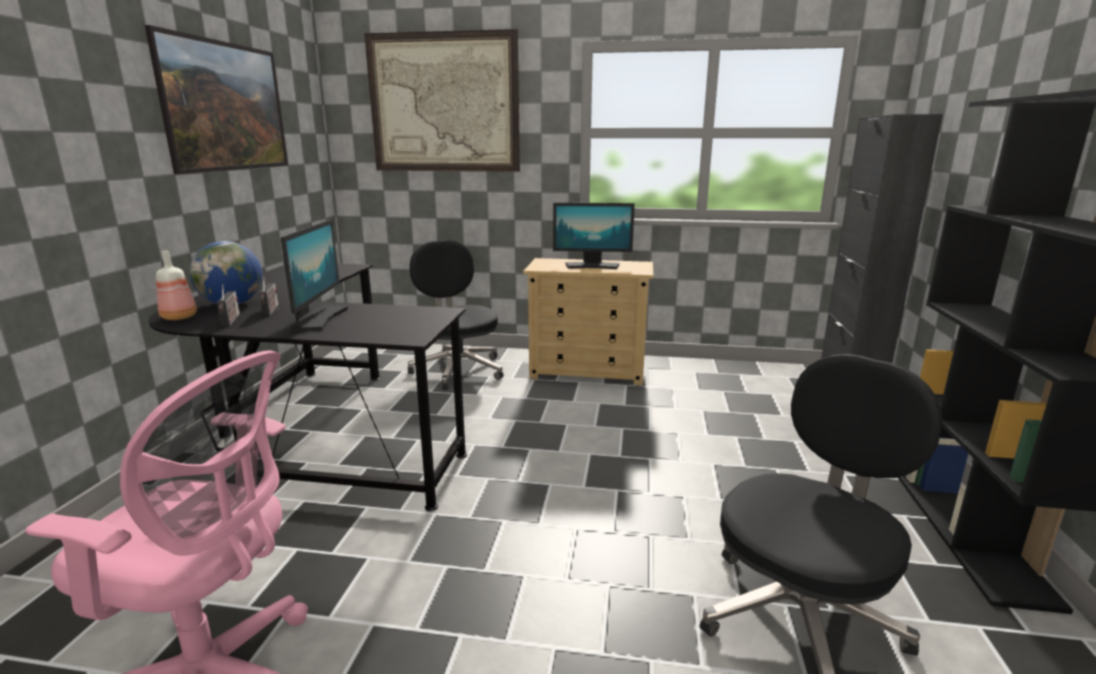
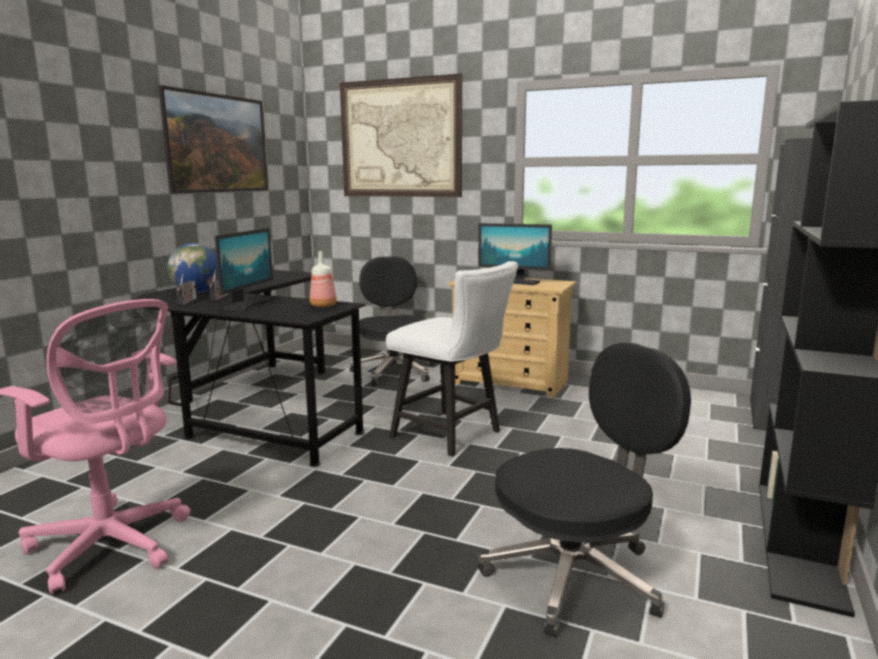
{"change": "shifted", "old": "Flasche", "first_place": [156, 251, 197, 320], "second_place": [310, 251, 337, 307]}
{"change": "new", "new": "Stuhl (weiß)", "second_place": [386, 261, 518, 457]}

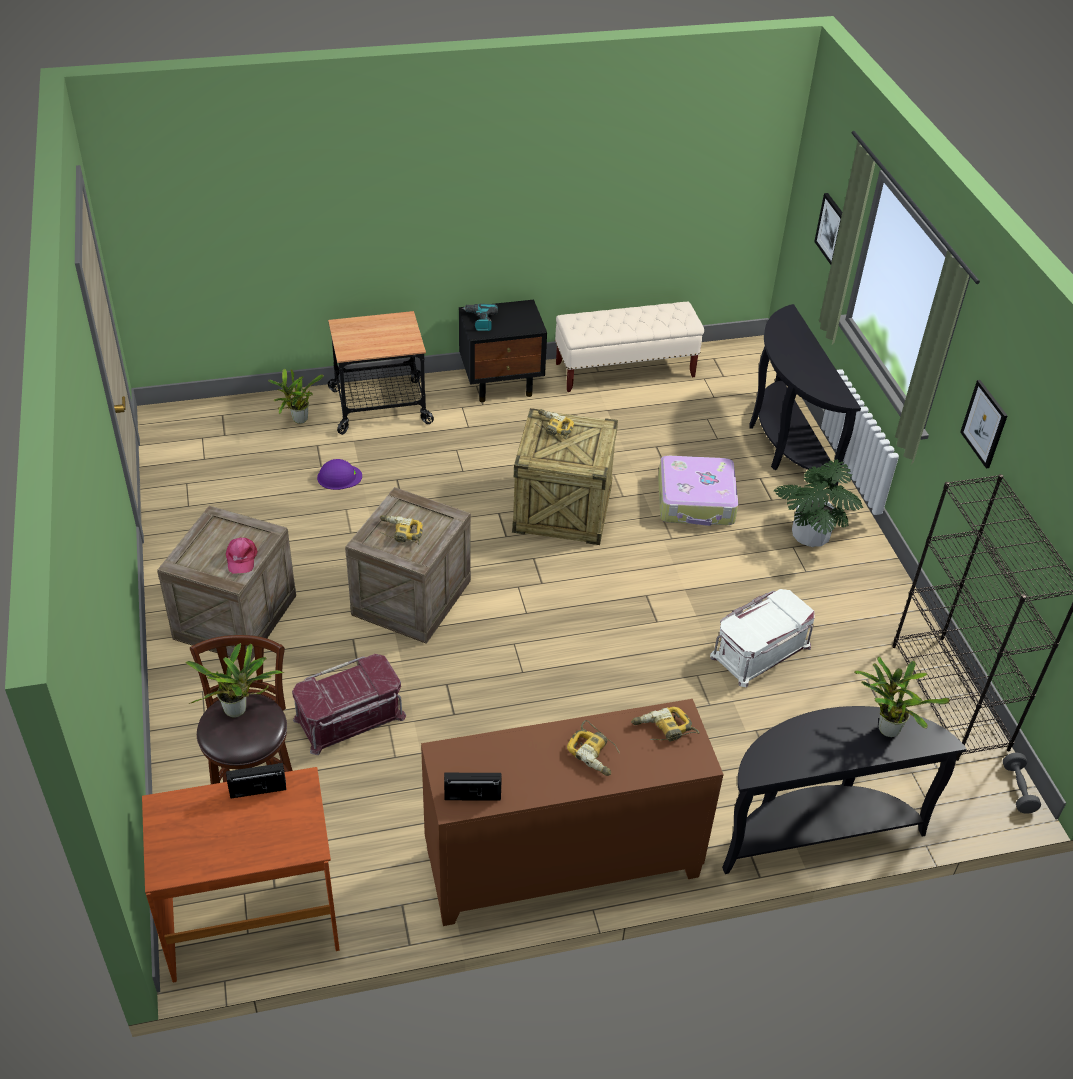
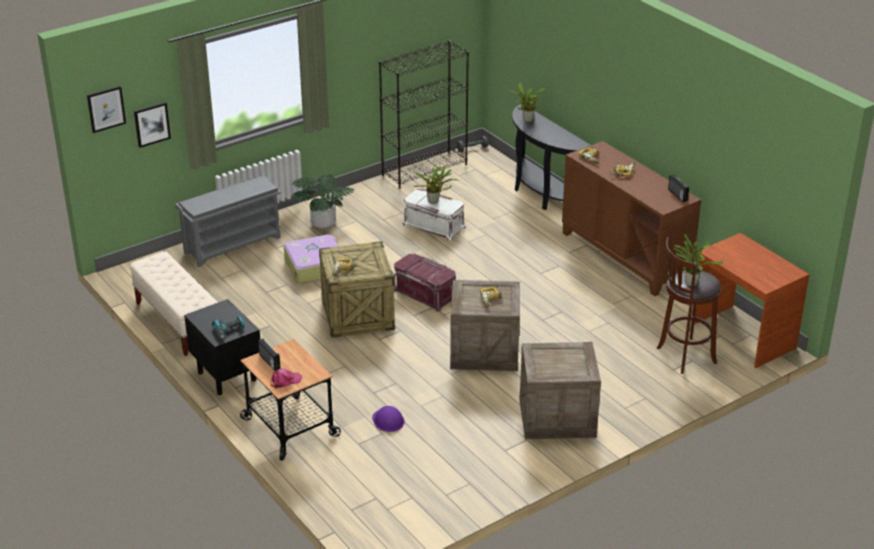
{"change": "shifted", "old": "Bild", "first_place": [960, 380, 1008, 468], "second_place": [87, 86, 126, 133]}
{"change": "swapped", "old": "Konsolentisch (schwarz)", "new": "Schuhregal (grau)", "first_place": [749, 304, 861, 486], "second_place": [175, 175, 281, 267]}
{"change": "shifted", "old": "Radio", "first_place": [226, 763, 286, 798], "second_place": [258, 338, 280, 371]}
{"change": "shifted", "old": "Kappe (rosa)", "first_place": [226, 538, 258, 574], "second_place": [271, 368, 302, 389]}
{"change": "shifted", "old": "Aufbewahrungsbox (rot)", "first_place": [292, 654, 406, 755], "second_place": [394, 254, 456, 312]}
{"change": "shifted", "old": "Topfpflanze", "first_place": [268, 369, 324, 424], "second_place": [414, 166, 457, 204]}

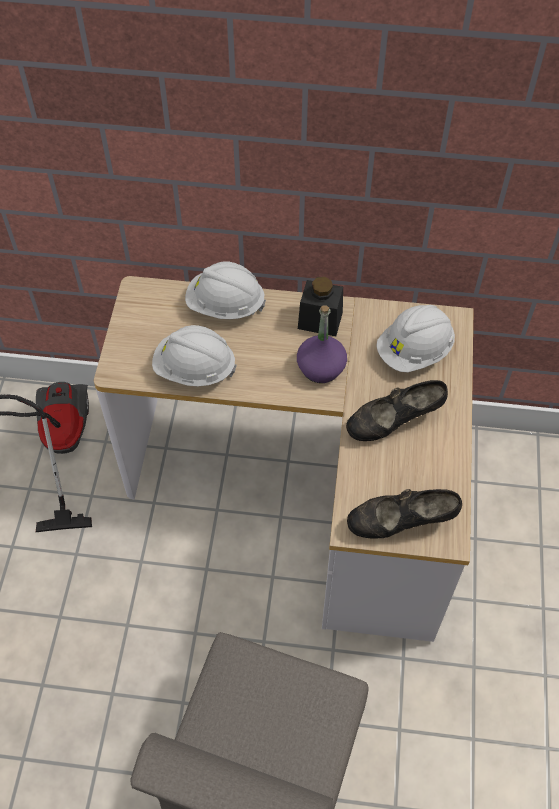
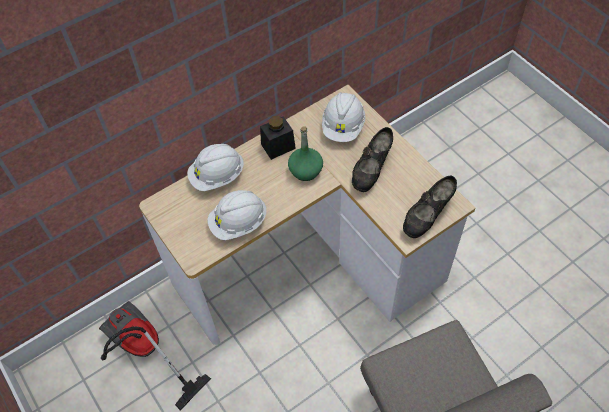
{"change": "repainted", "old": "Flasche (lila)", "new": "Flasche (grün)", "first_place": [297, 306, 347, 383], "second_place": [288, 126, 323, 181]}

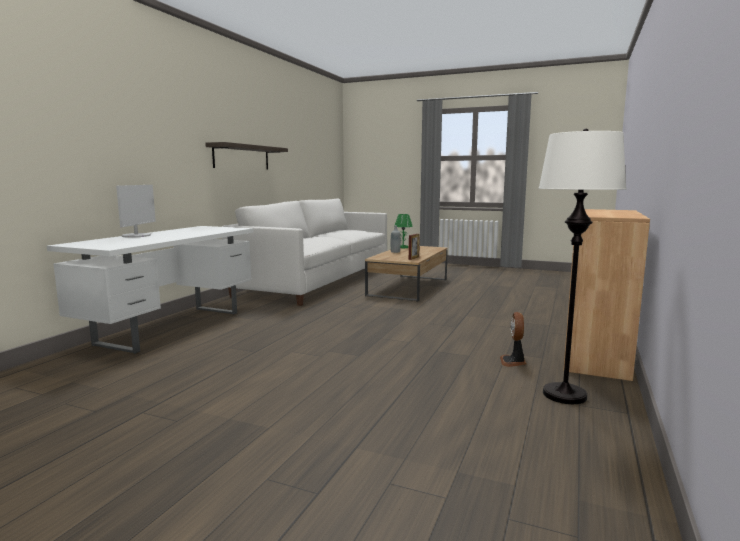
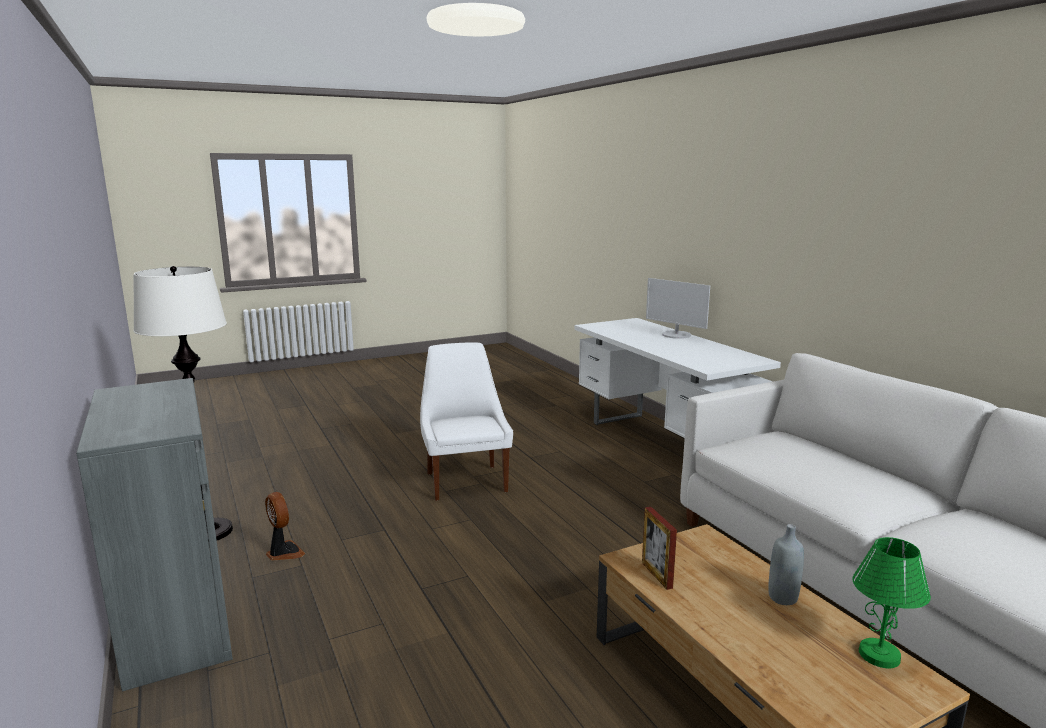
{"change": "repainted", "old": "Schrank (braun)", "new": "Schrank (grau)", "first_place": [563, 209, 650, 381], "second_place": [76, 378, 233, 692]}
{"change": "new", "new": "Stuhl (weiß)", "second_place": [420, 343, 513, 501]}
{"change": "gone", "old": "Wandregal", "first_place": [205, 142, 288, 169]}

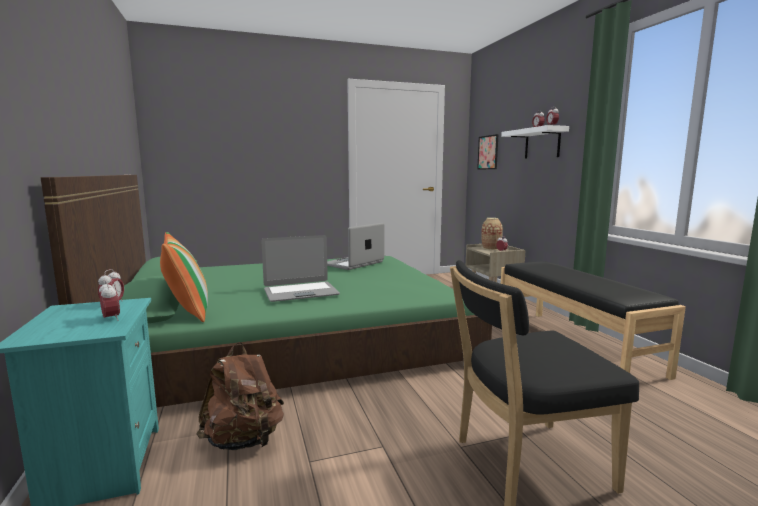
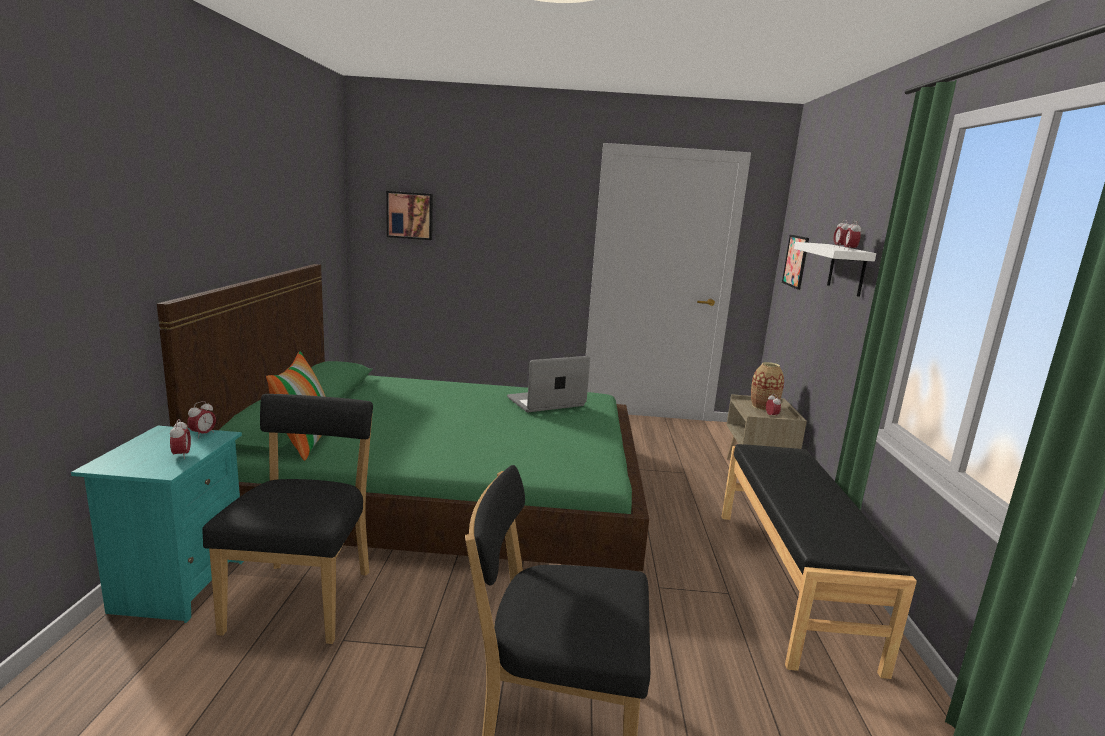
{"change": "swapped", "old": "Rucksack (braun)", "new": "Stuhl (schwarz)", "first_place": [196, 342, 284, 450], "second_place": [203, 394, 373, 644]}
{"change": "new", "new": "Bild", "second_place": [386, 191, 433, 240]}
{"change": "gone", "old": "Laptop", "first_place": [261, 235, 340, 302]}

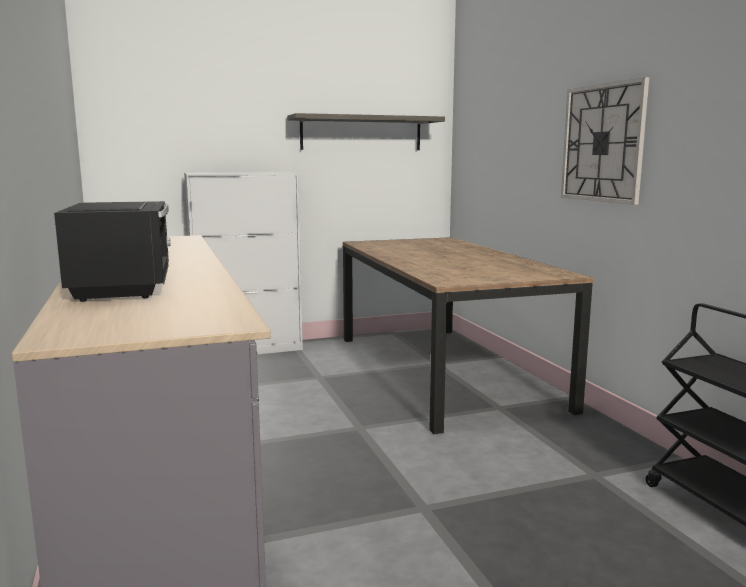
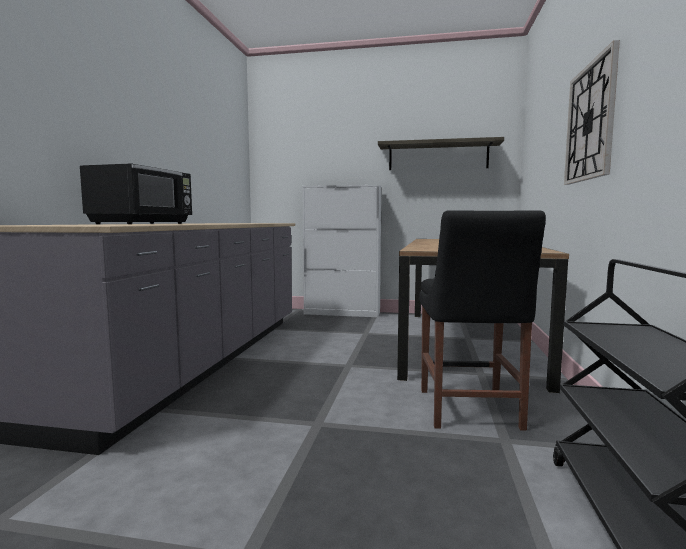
{"change": "new", "new": "Stuhl (schwarz)", "second_place": [419, 210, 546, 431]}

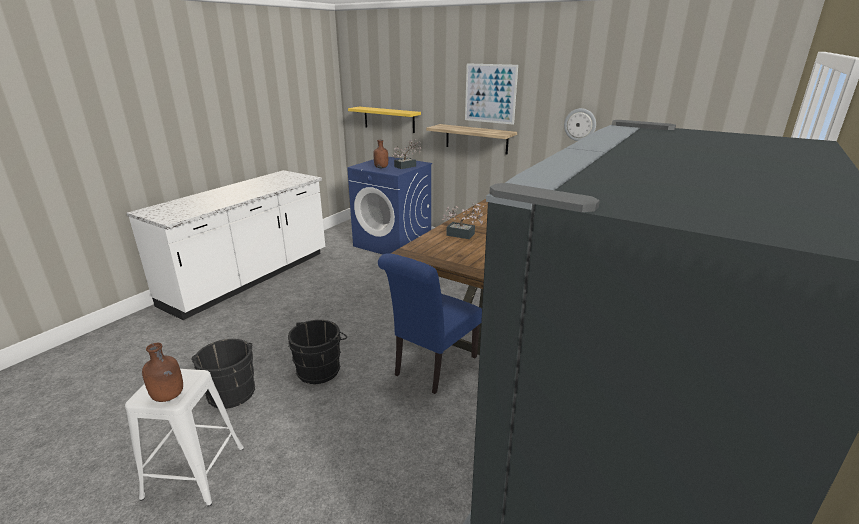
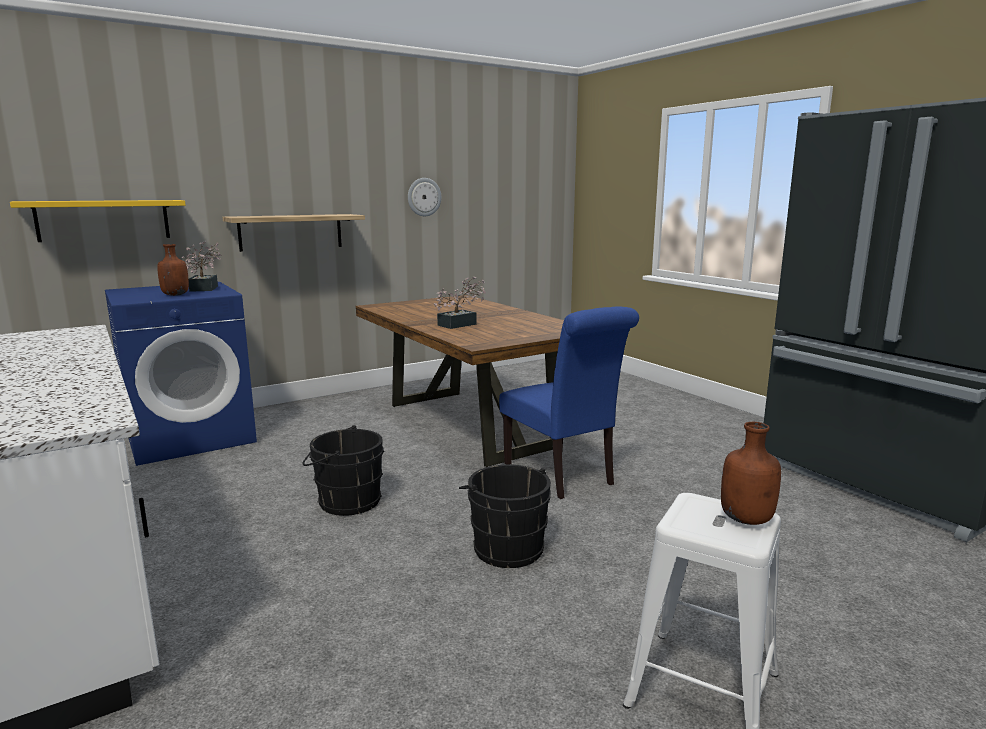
{"change": "shifted", "old": "Eimer (schwarz)", "first_place": [191, 339, 255, 409], "second_place": [303, 425, 384, 516]}
{"change": "gone", "old": "Bild", "first_place": [465, 63, 518, 125]}

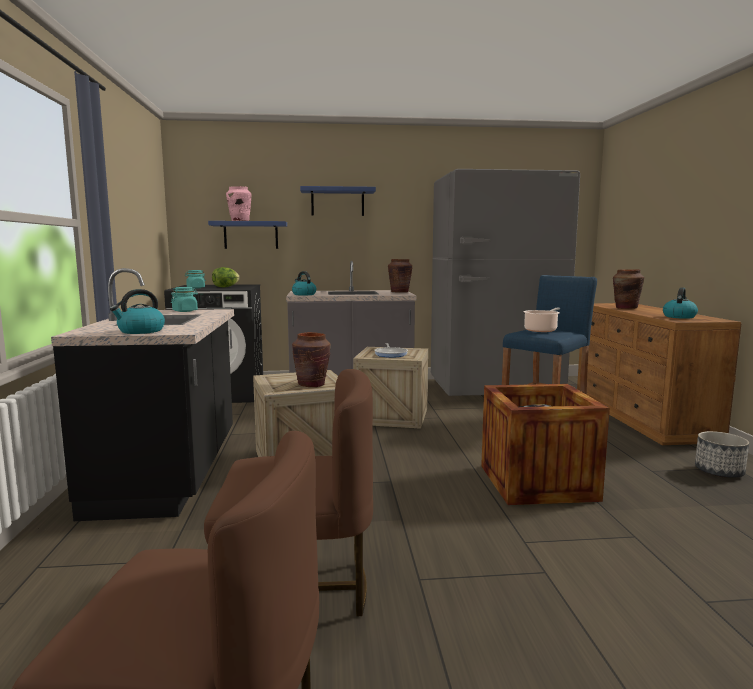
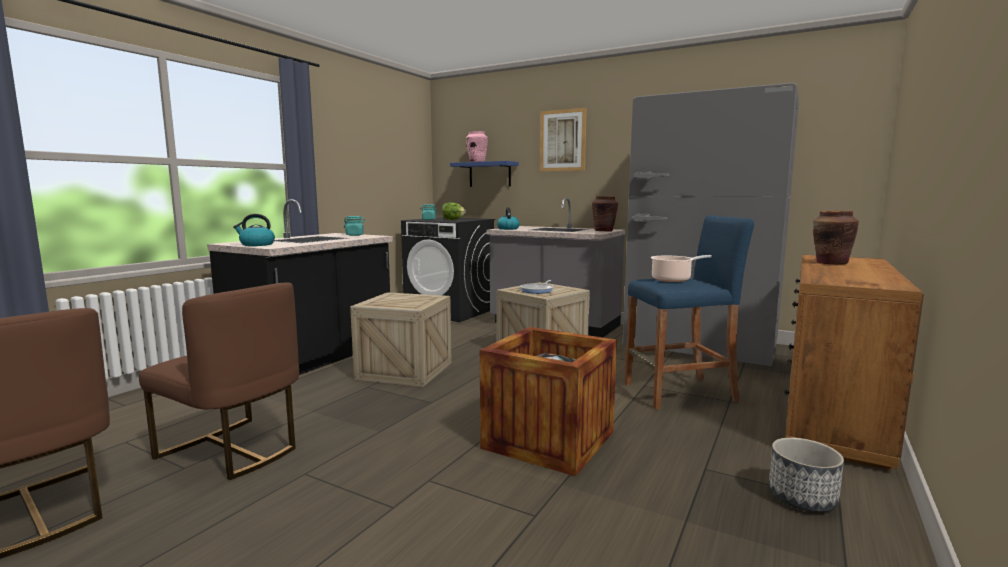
{"change": "swapped", "old": "Wandregal (blau)", "new": "Bild", "first_place": [300, 186, 376, 216], "second_place": [540, 108, 587, 171]}
{"change": "gone", "old": "Vase (braun)", "first_place": [292, 332, 331, 387]}
{"change": "gone", "old": "Wasserkessel", "first_place": [663, 288, 698, 319]}

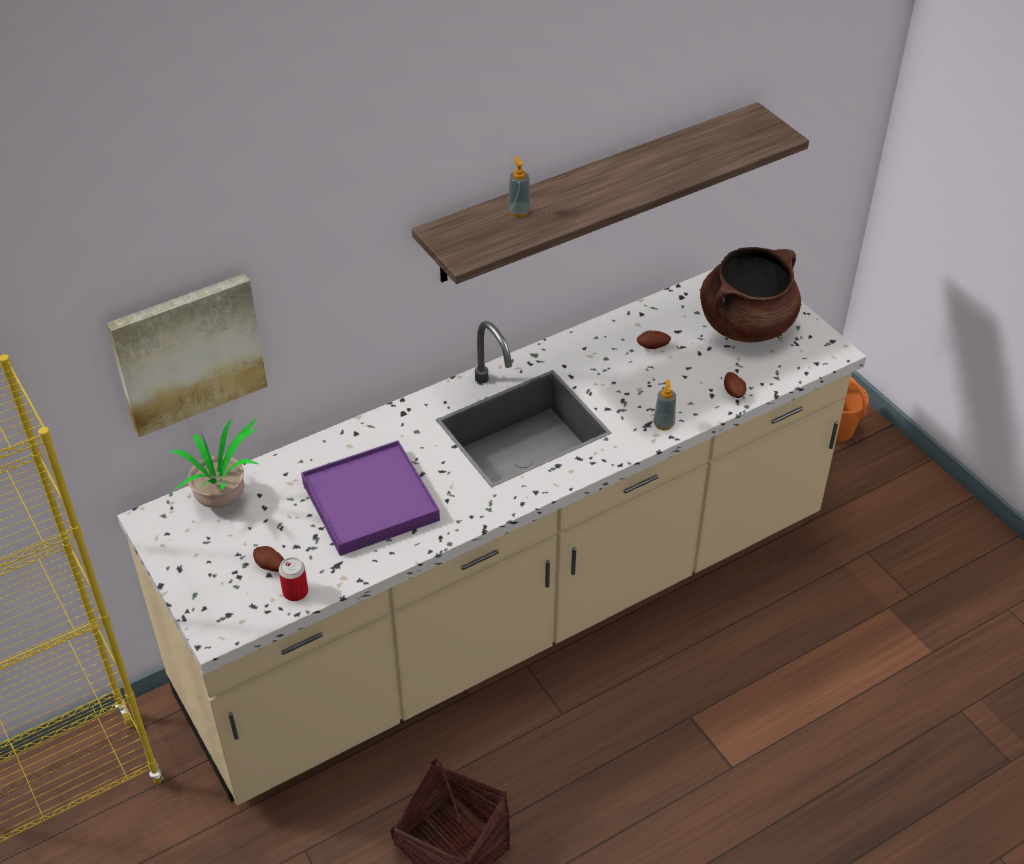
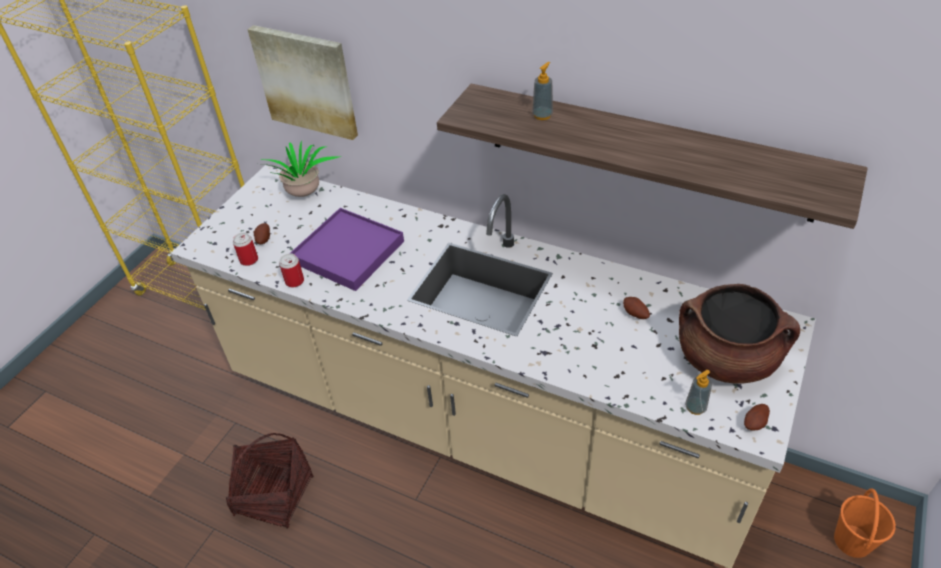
{"change": "new", "new": "Dose", "second_place": [279, 253, 304, 288]}
{"change": "shifted", "old": "Seifenspender", "first_place": [653, 380, 676, 431], "second_place": [685, 370, 712, 415]}
{"change": "shifted", "old": "Kartoffel", "first_place": [724, 372, 746, 398], "second_place": [744, 404, 770, 431]}

